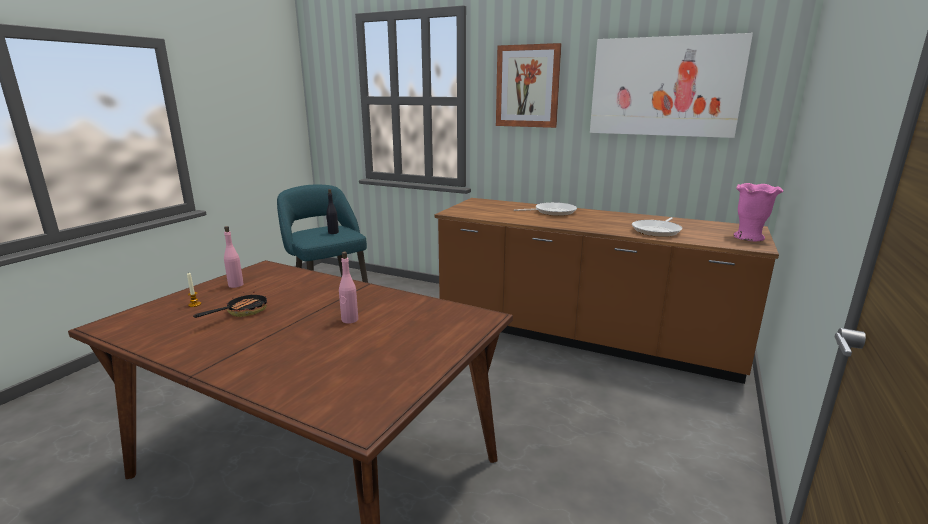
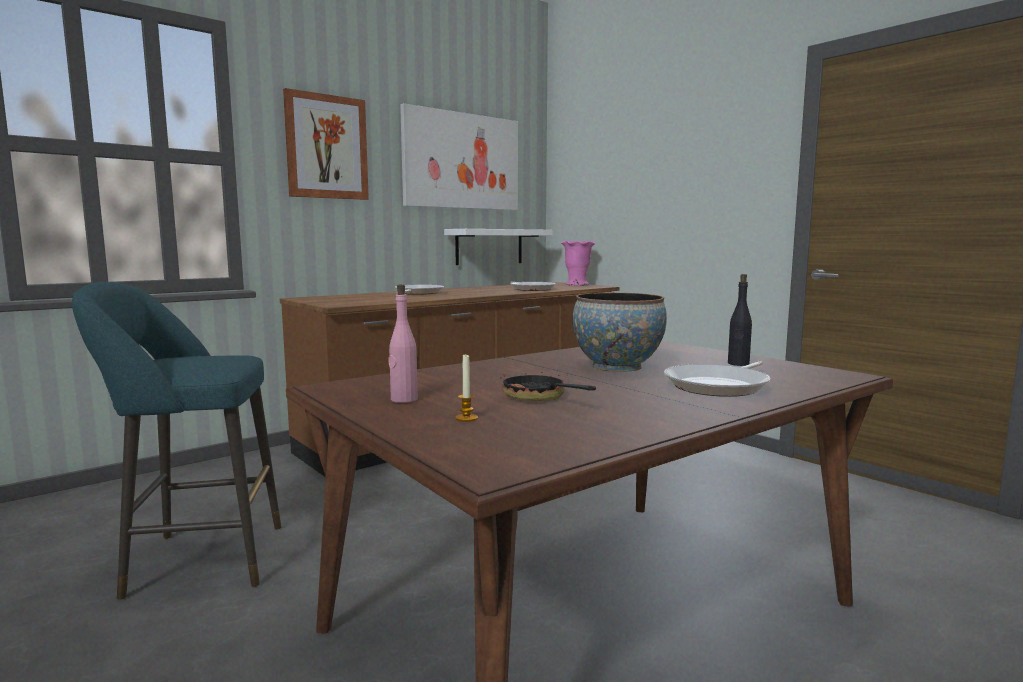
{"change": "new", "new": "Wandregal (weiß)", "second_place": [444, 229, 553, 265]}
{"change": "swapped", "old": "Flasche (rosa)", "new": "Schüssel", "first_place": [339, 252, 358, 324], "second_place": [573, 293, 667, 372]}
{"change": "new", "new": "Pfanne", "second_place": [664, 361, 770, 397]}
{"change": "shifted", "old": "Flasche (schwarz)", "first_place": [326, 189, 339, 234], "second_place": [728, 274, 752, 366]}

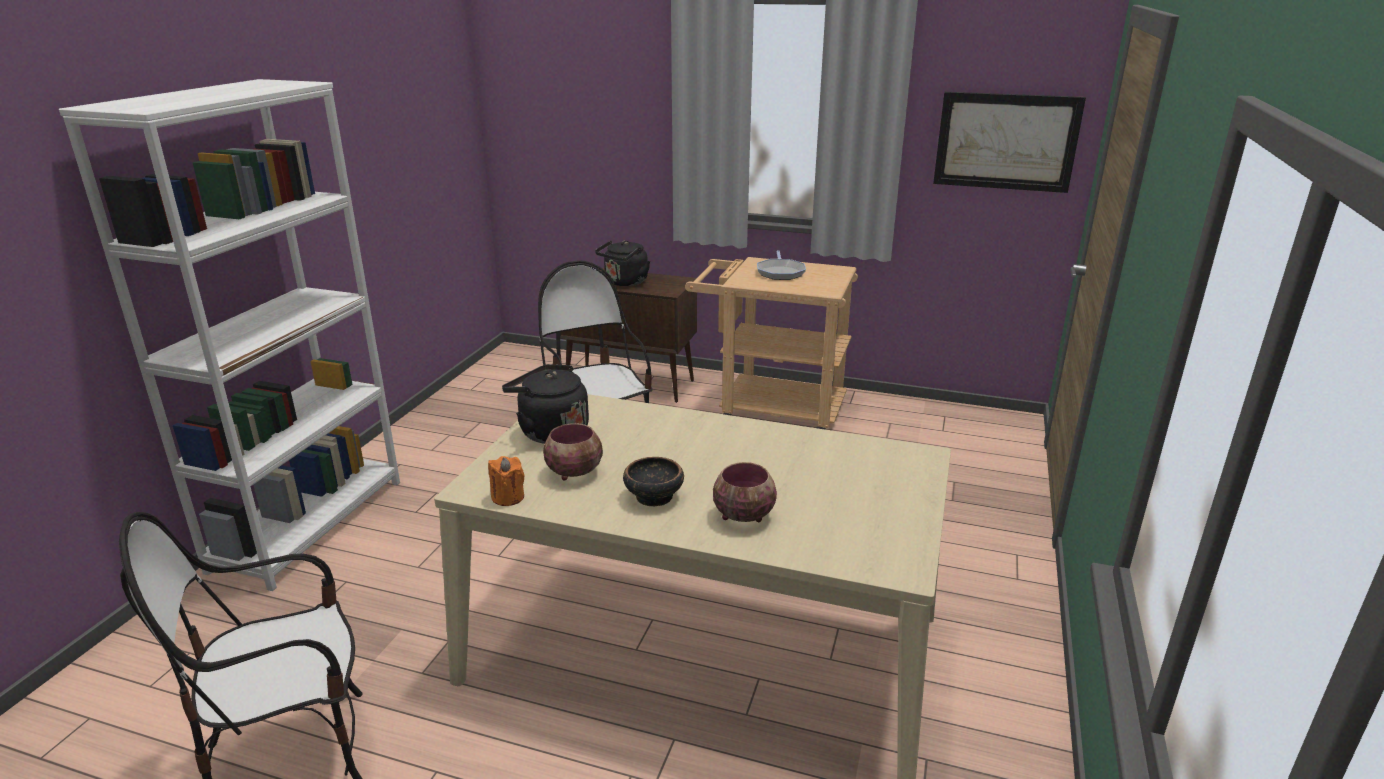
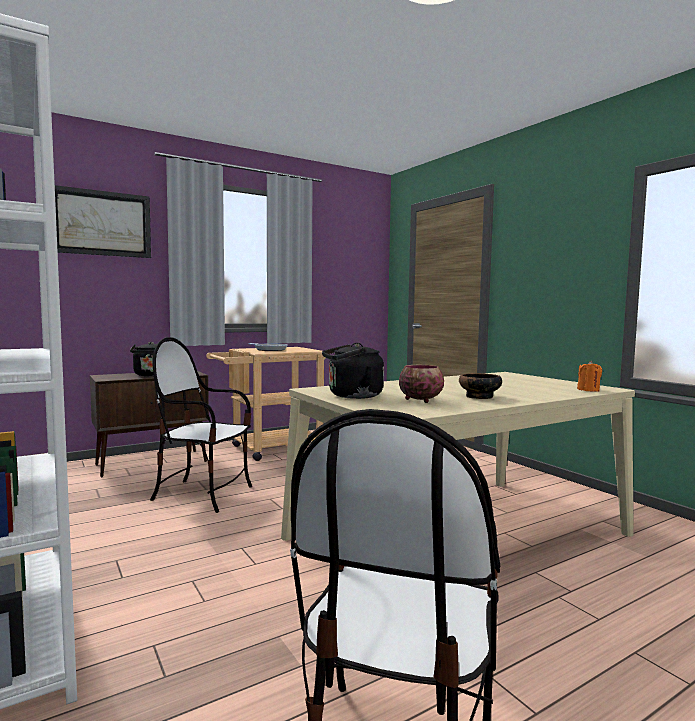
{"change": "shifted", "old": "Bild", "first_place": [933, 92, 1086, 193], "second_place": [55, 185, 151, 258]}
{"change": "shifted", "old": "Kerze (orange)", "first_place": [488, 456, 525, 506], "second_place": [577, 361, 602, 392]}
{"change": "gone", "old": "Schüssel", "first_place": [713, 462, 777, 522]}

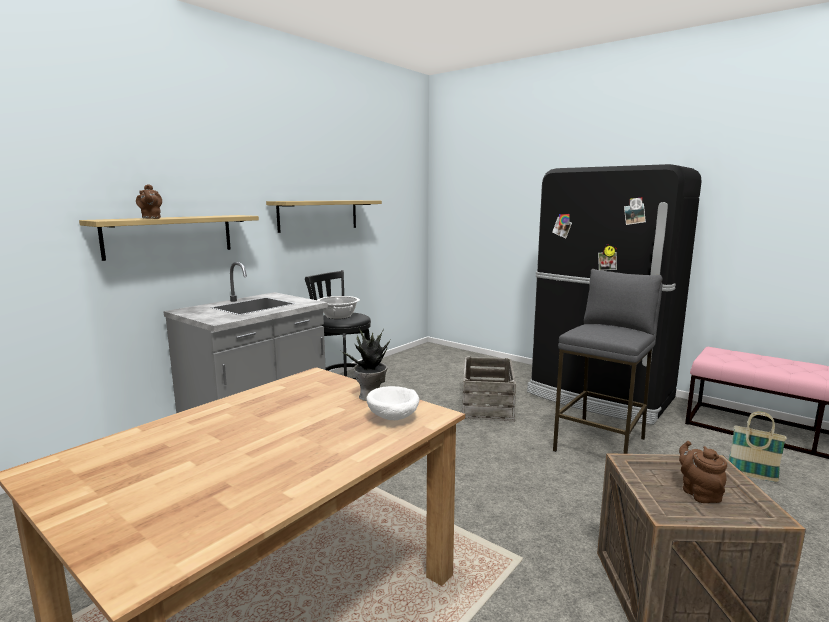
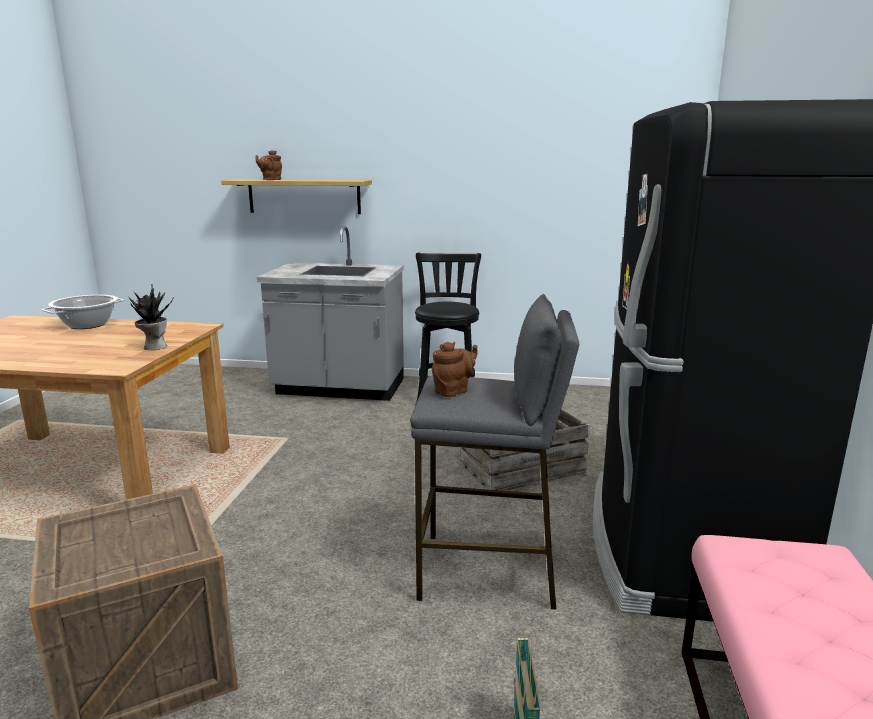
{"change": "shifted", "old": "Kochtopf", "first_place": [318, 296, 360, 319], "second_place": [42, 295, 124, 329]}
{"change": "shifted", "old": "Teekanne (braun)", "first_place": [679, 441, 727, 503], "second_place": [432, 342, 478, 397]}
{"change": "gone", "old": "Wandregal", "first_place": [266, 200, 382, 233]}
{"change": "gone", "old": "Schüssel (weiß)", "first_place": [366, 386, 419, 420]}

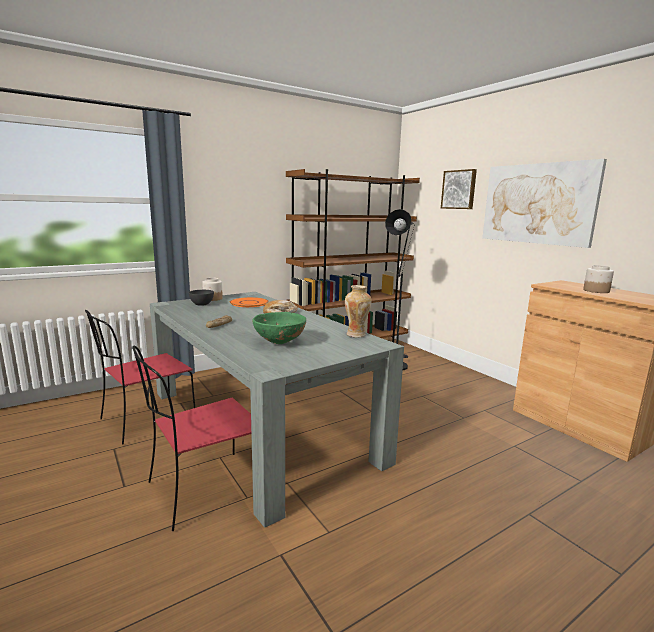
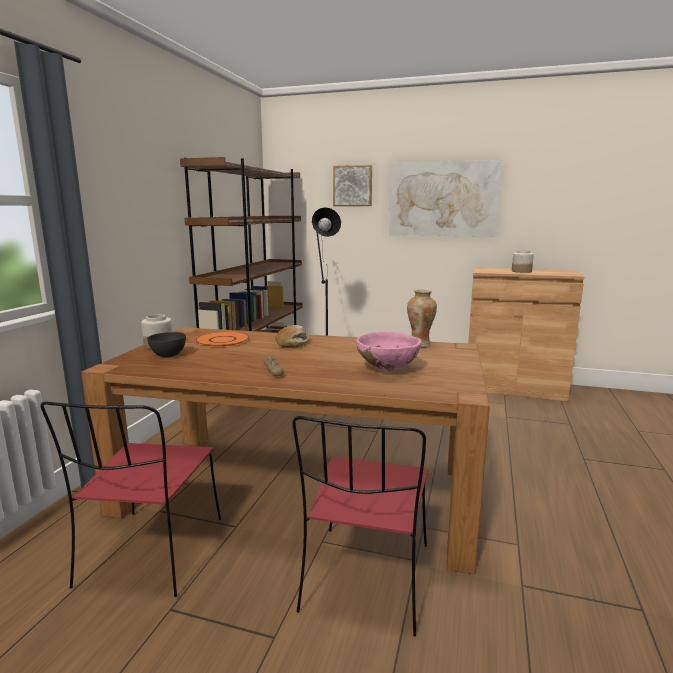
{"change": "repainted", "old": "Esstisch (grau)", "new": "Esstisch (braun)", "first_place": [150, 292, 404, 528], "second_place": [81, 327, 490, 575]}
{"change": "repainted", "old": "Schüssel (grün)", "new": "Schüssel (rosa)", "first_place": [252, 312, 306, 344], "second_place": [356, 332, 422, 371]}

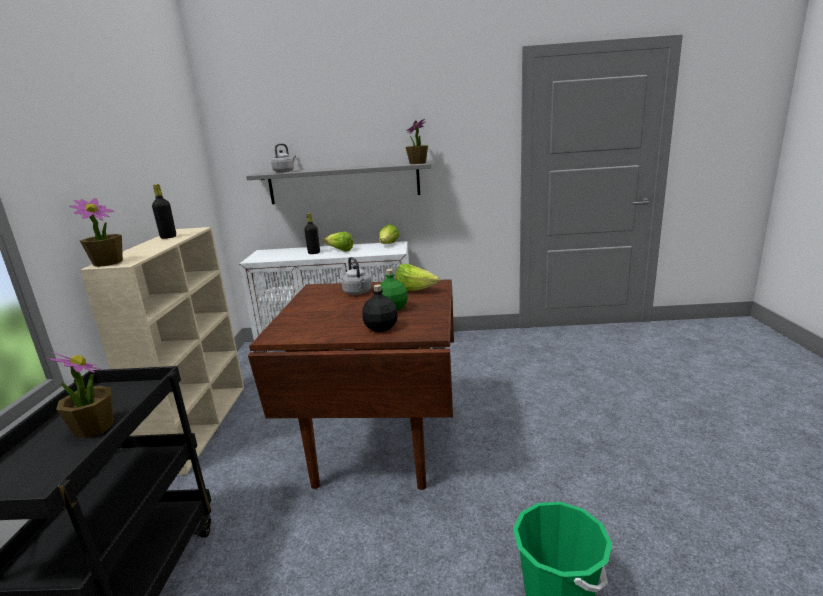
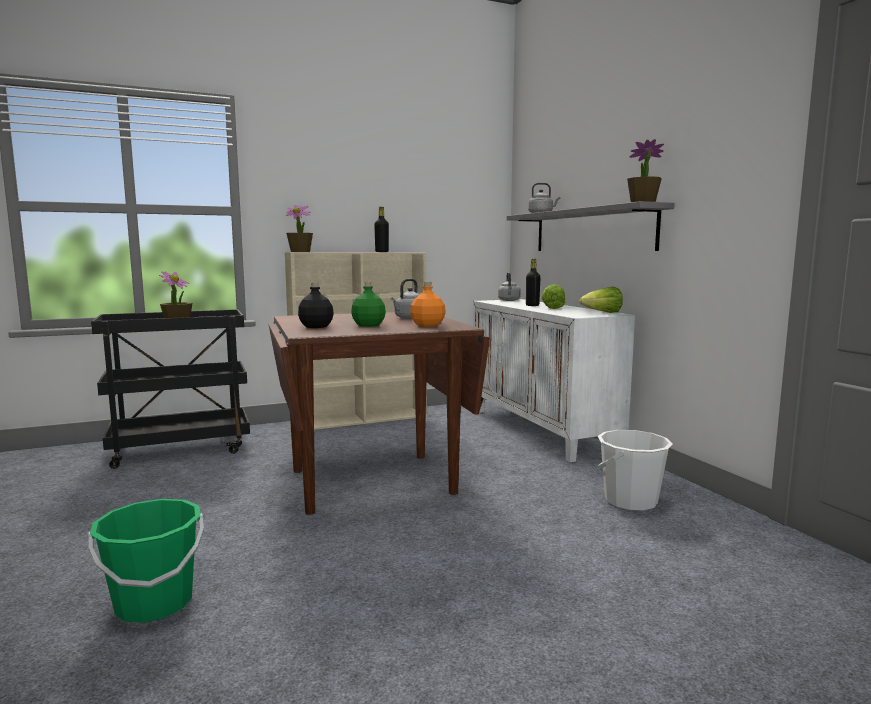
{"change": "swapped", "old": "Salatkopf", "new": "Flasche (orange)", "first_place": [395, 264, 440, 291], "second_place": [410, 282, 446, 327]}
{"change": "new", "new": "Wasserkessel (grau)", "second_place": [498, 272, 521, 301]}
{"change": "new", "new": "Eimer (weiß)", "second_place": [598, 430, 672, 511]}

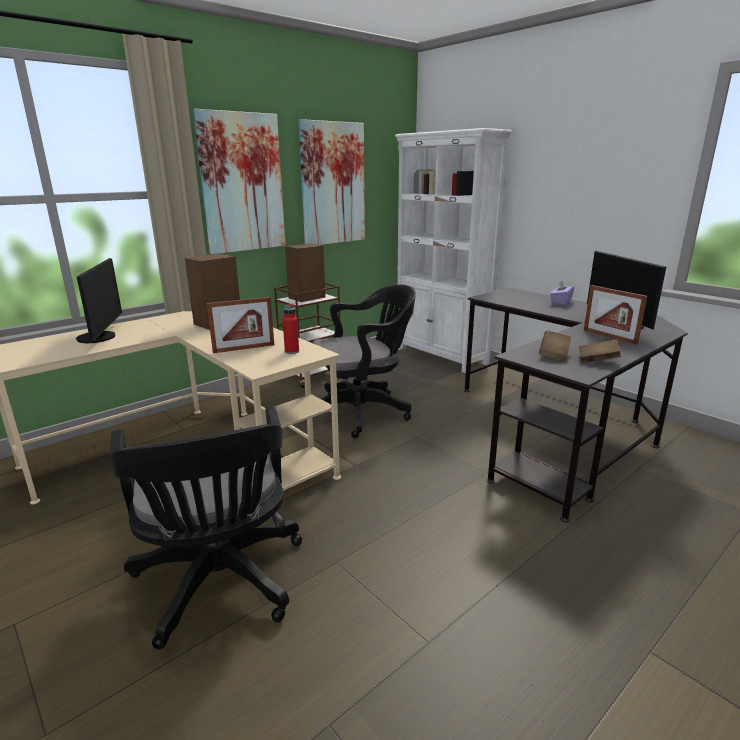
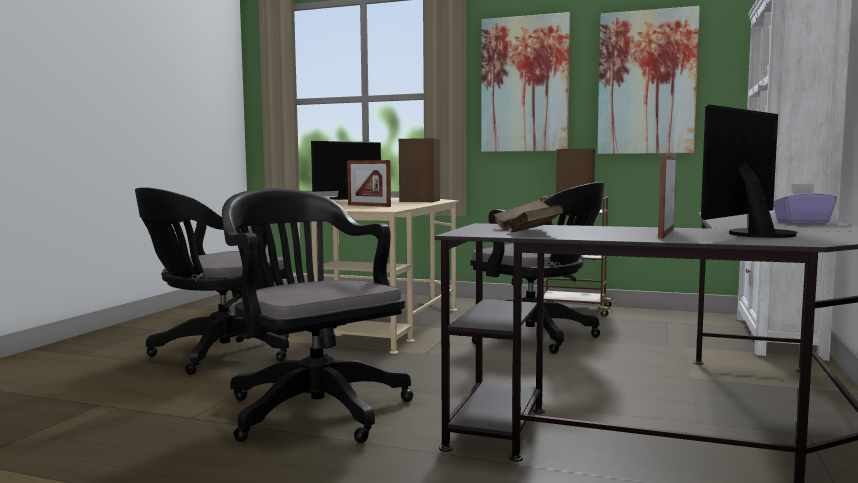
{"change": "new", "new": "Bürostuhl (schwarz)", "second_place": [222, 188, 413, 443]}
{"change": "gone", "old": "Flasche (rot)", "first_place": [283, 303, 299, 354]}

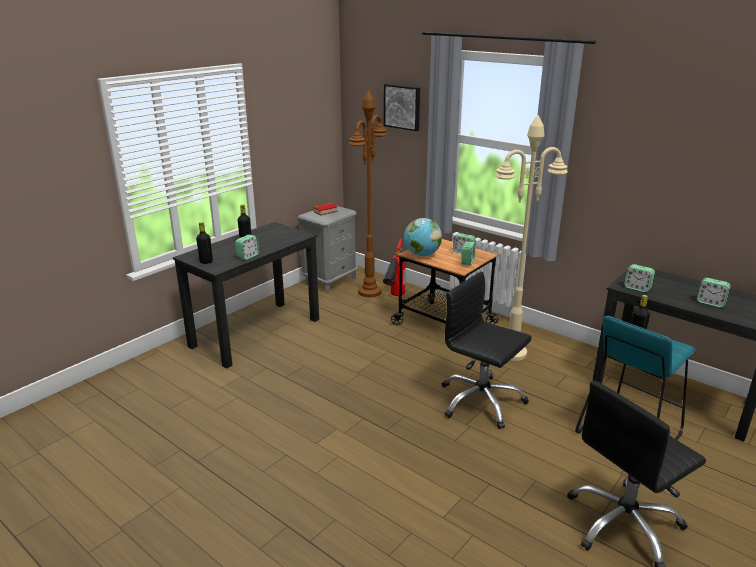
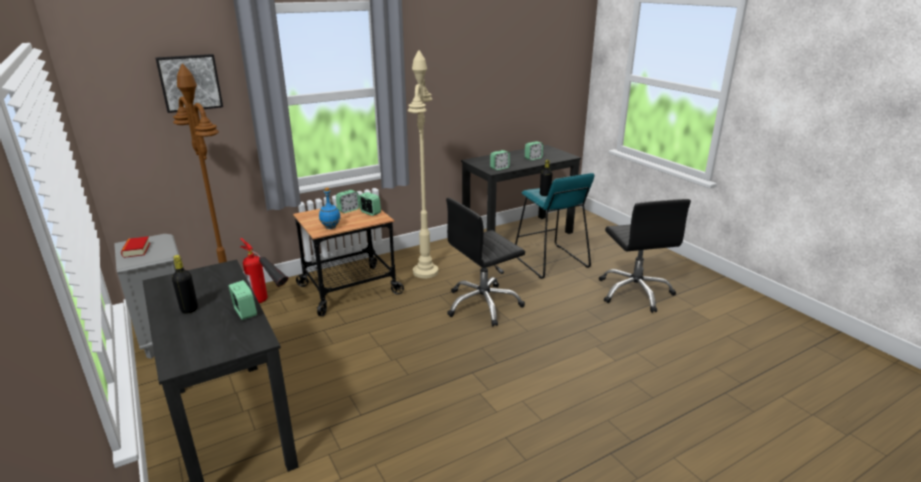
{"change": "swapped", "old": "Globus", "new": "Flasche (blau)", "first_place": [404, 218, 442, 256], "second_place": [319, 188, 341, 229]}
{"change": "gone", "old": "Flasche (schwarz)", "first_place": [196, 222, 213, 264]}

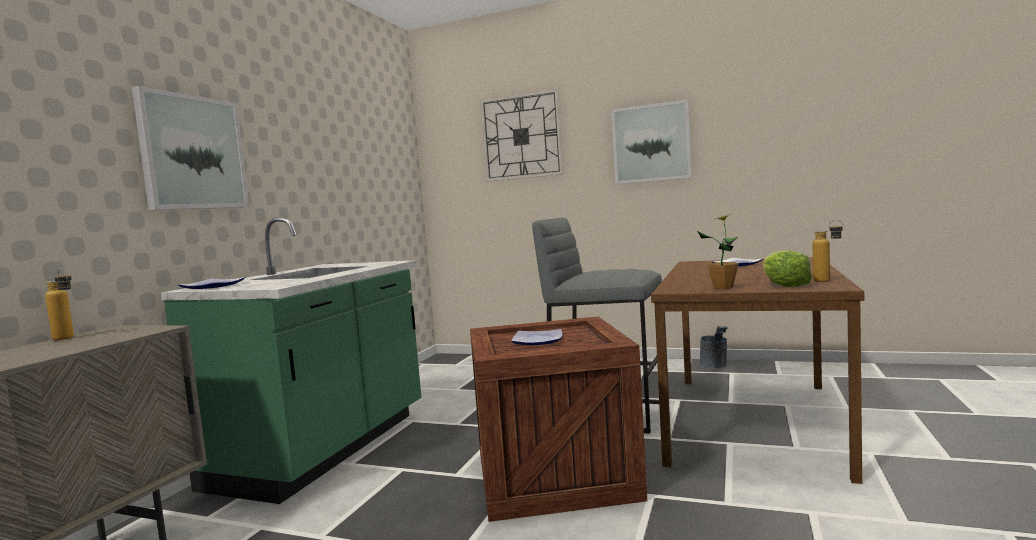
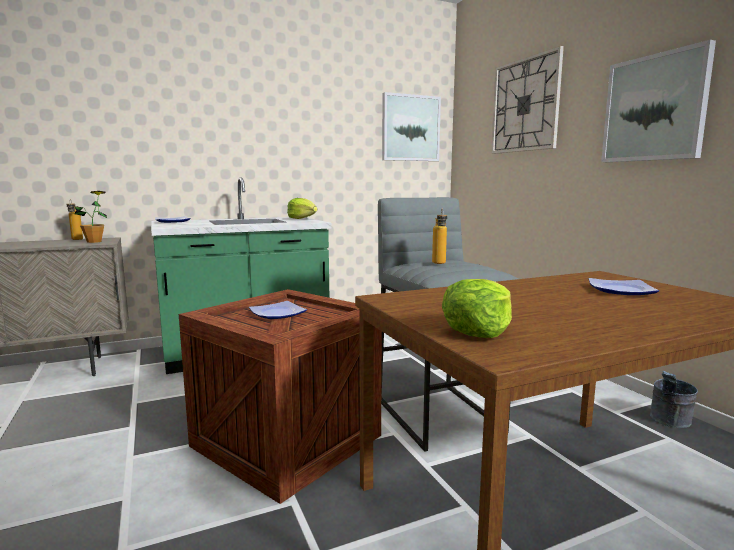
{"change": "shifted", "old": "Topfpflanze", "first_place": [698, 214, 739, 289], "second_place": [74, 191, 107, 243]}
{"change": "new", "new": "Salatkopf", "second_place": [287, 198, 317, 219]}
{"change": "shifted", "old": "Bild", "first_place": [132, 86, 249, 210], "second_place": [382, 92, 441, 161]}
{"change": "shifted", "old": "Flasche", "first_place": [813, 219, 843, 282], "second_place": [432, 209, 447, 264]}

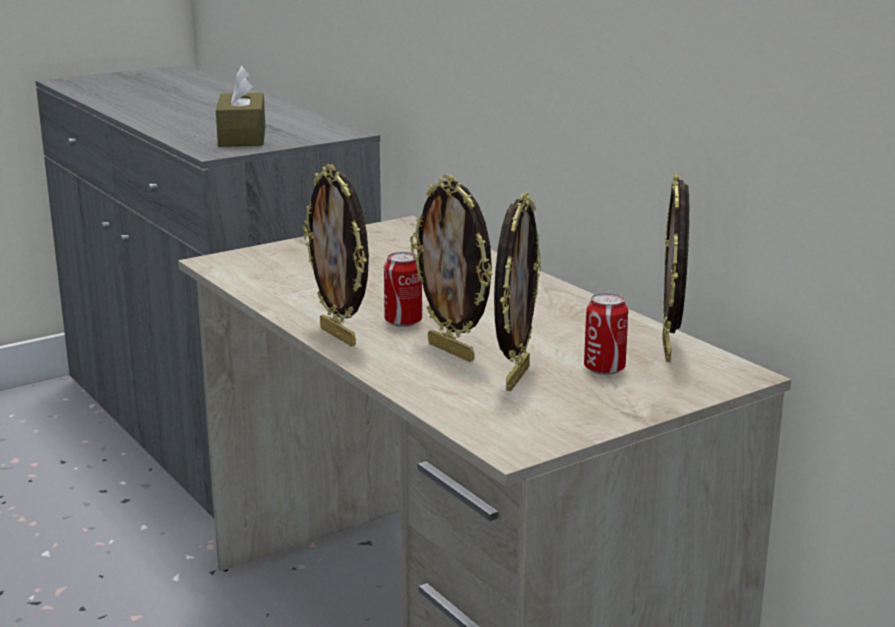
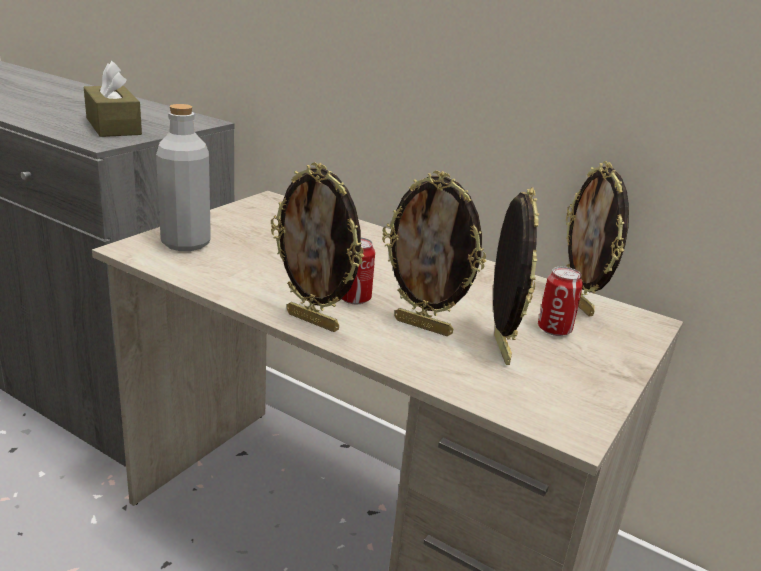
{"change": "new", "new": "Flasche (grau)", "second_place": [156, 104, 211, 251]}

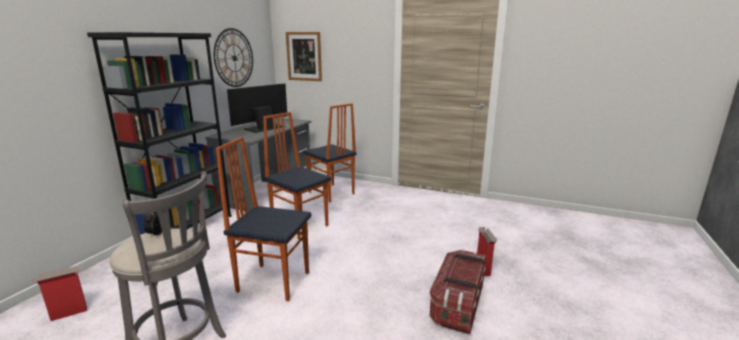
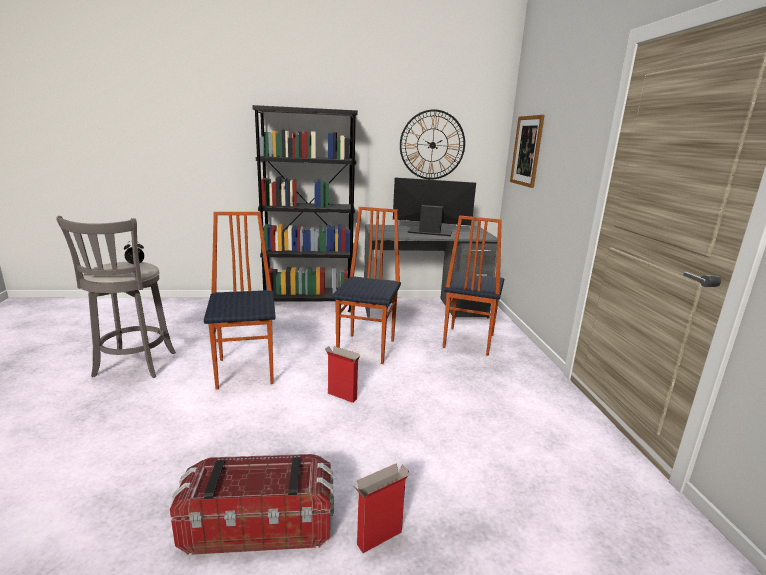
{"change": "shifted", "old": "Karton", "first_place": [32, 266, 87, 321], "second_place": [325, 346, 360, 403]}

